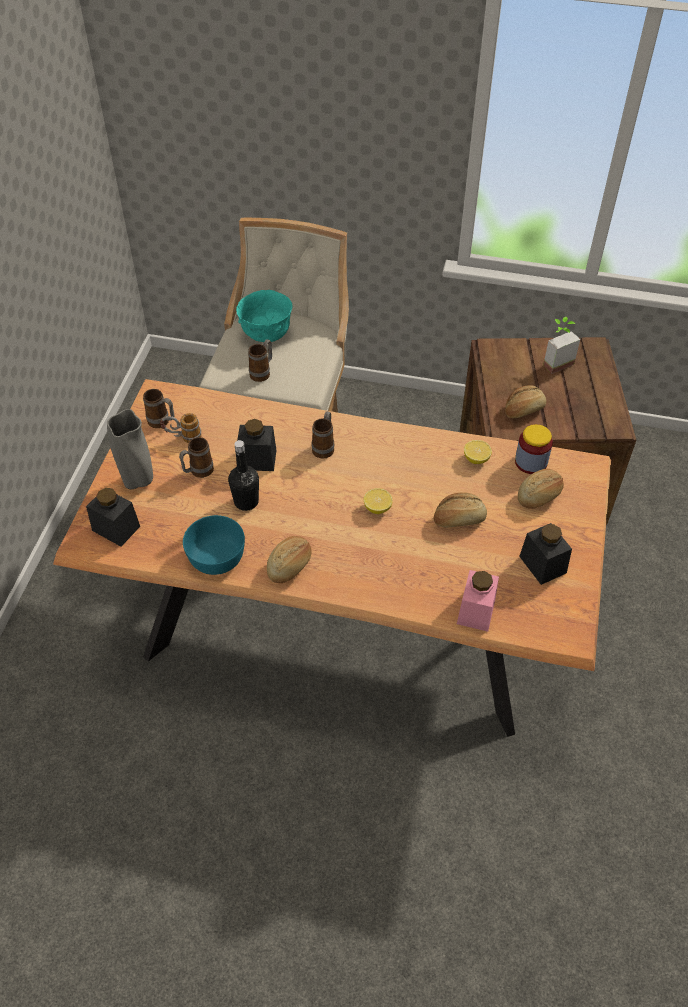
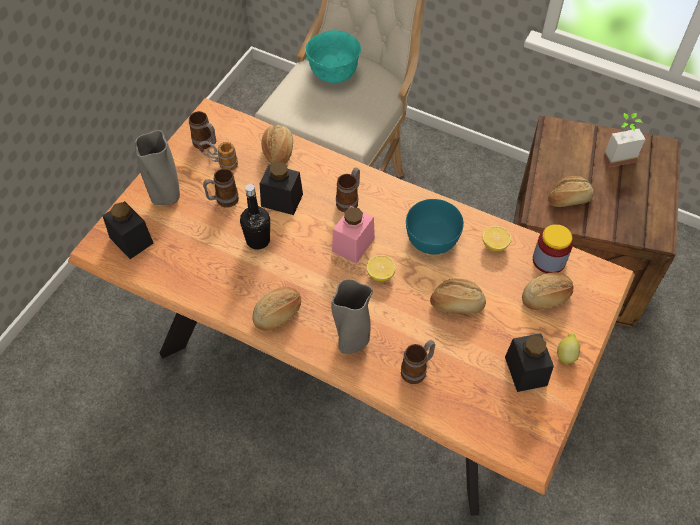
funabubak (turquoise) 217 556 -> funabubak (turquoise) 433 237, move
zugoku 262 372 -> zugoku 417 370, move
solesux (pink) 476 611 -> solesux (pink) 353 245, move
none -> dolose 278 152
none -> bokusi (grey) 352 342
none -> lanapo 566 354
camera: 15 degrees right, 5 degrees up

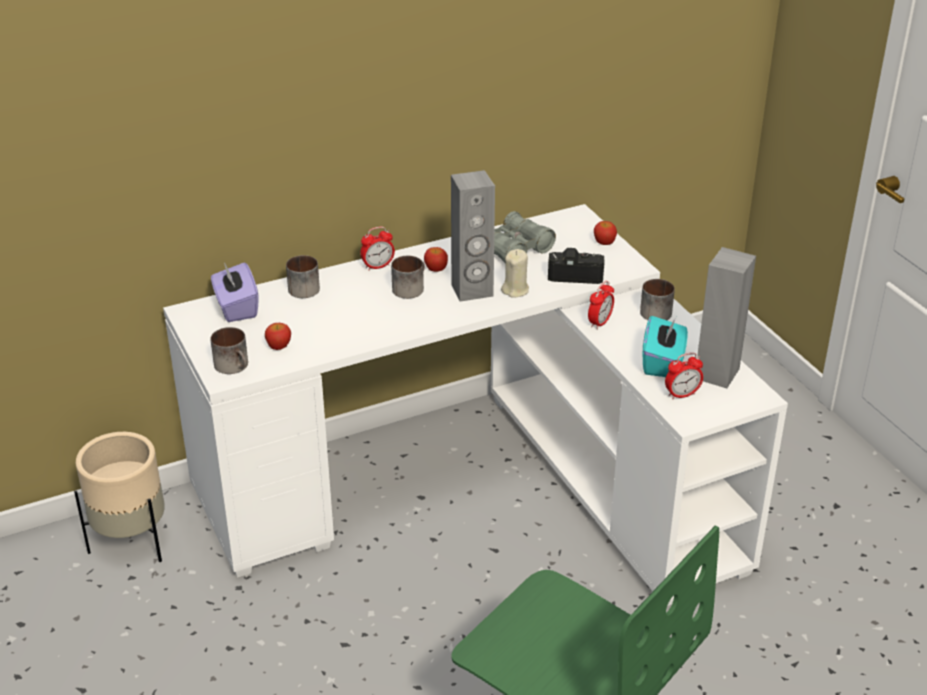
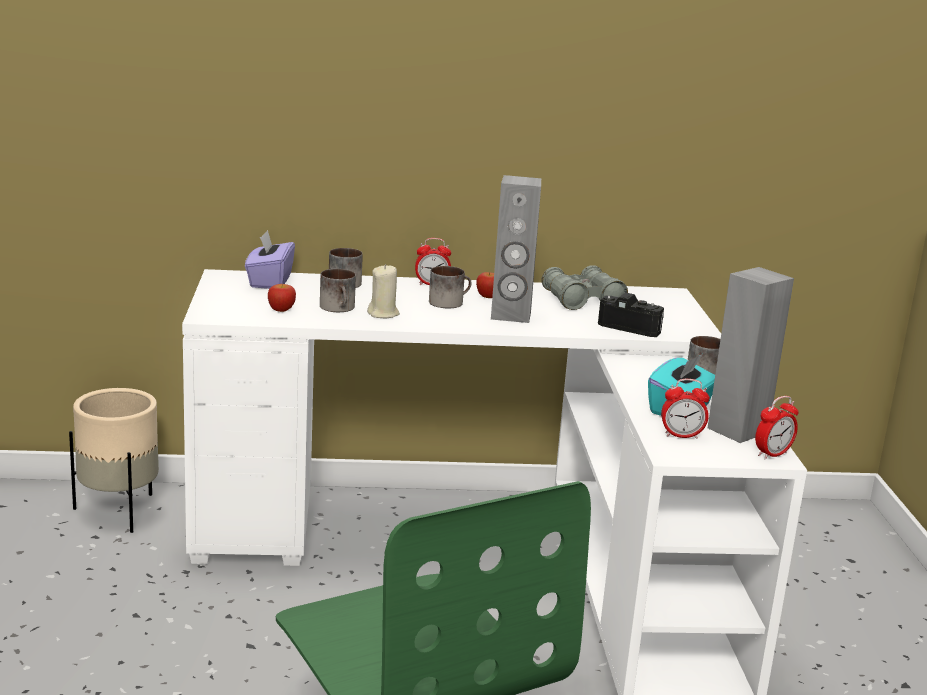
zugoku 235 366 -> zugoku 340 308, move
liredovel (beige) 515 290 -> liredovel (beige) 383 314, move
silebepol 600 323 -> silebepol 772 454, move
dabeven 604 242 -> none
camera: 20 degrees right, 15 degrees down

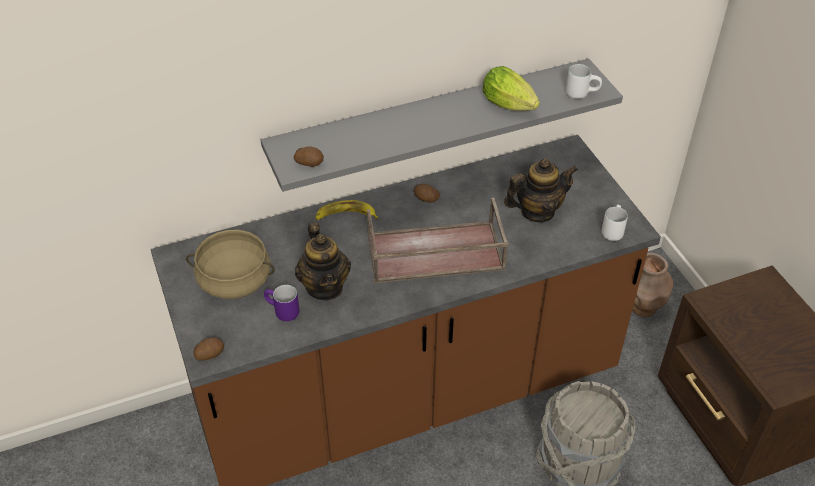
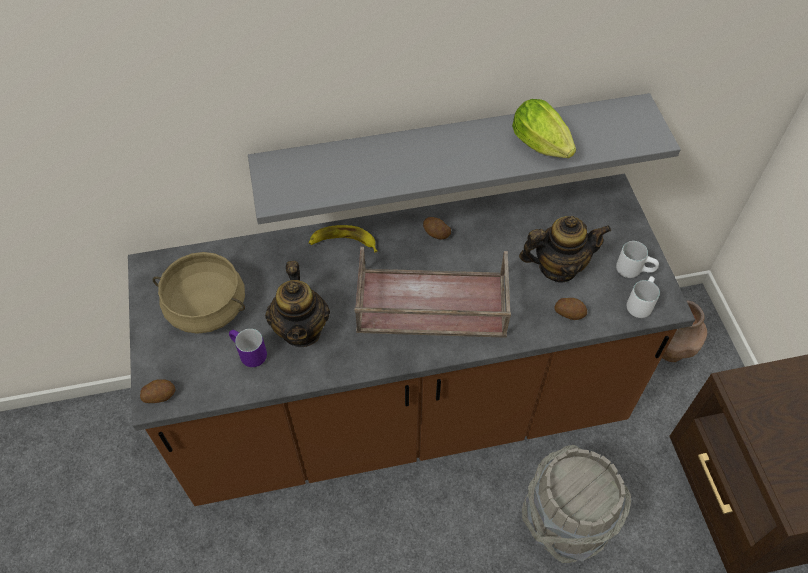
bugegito 309 162 -> bugegito 569 313, move
zugoku (white) 581 93 -> zugoku (white) 634 269, move
camera: 10 degrees right, 10 degrees up

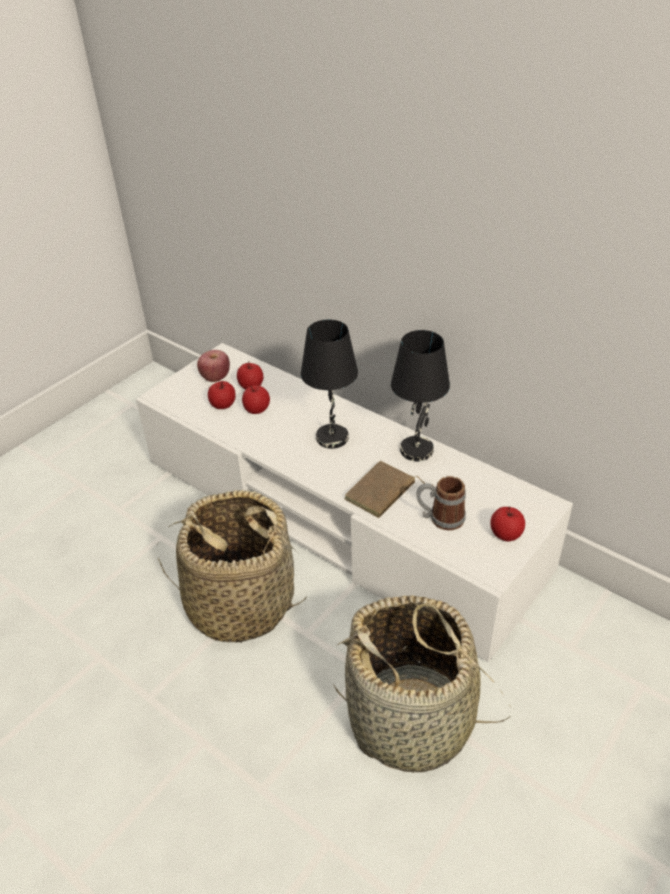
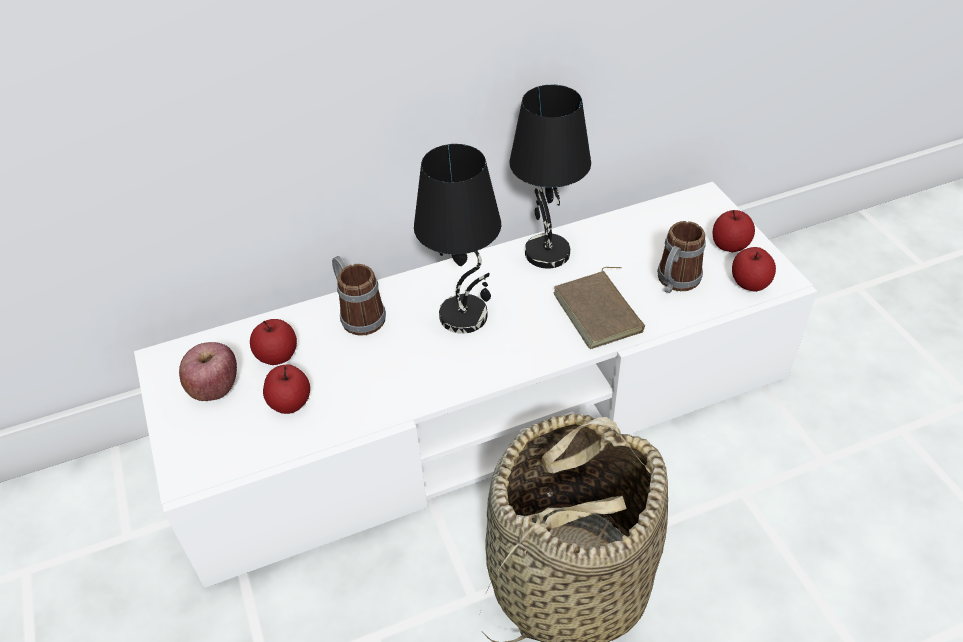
dabeven 257 409 -> dabeven 750 283, move
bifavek 412 720 -> none
none -> zugoku 358 314
camera: 60 degrees left, 5 degrees up

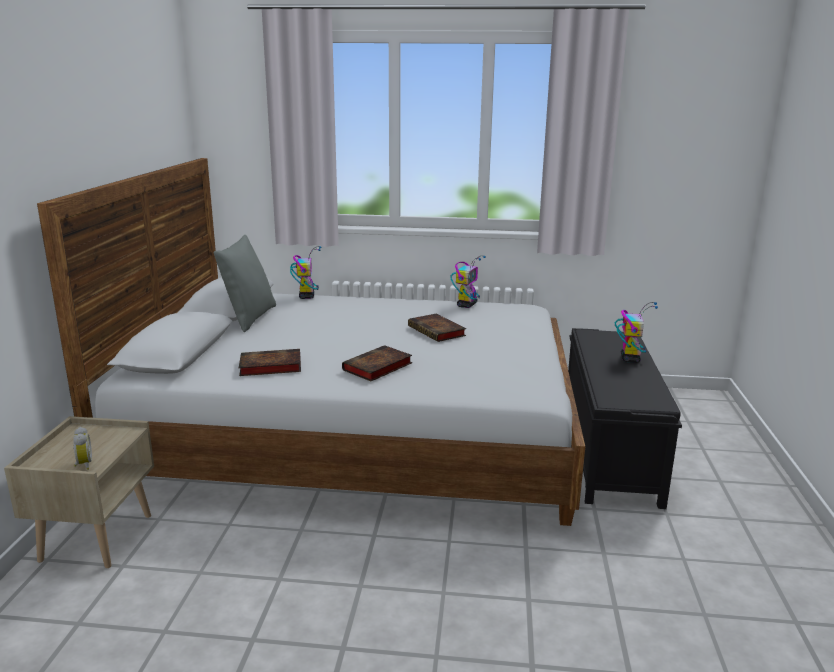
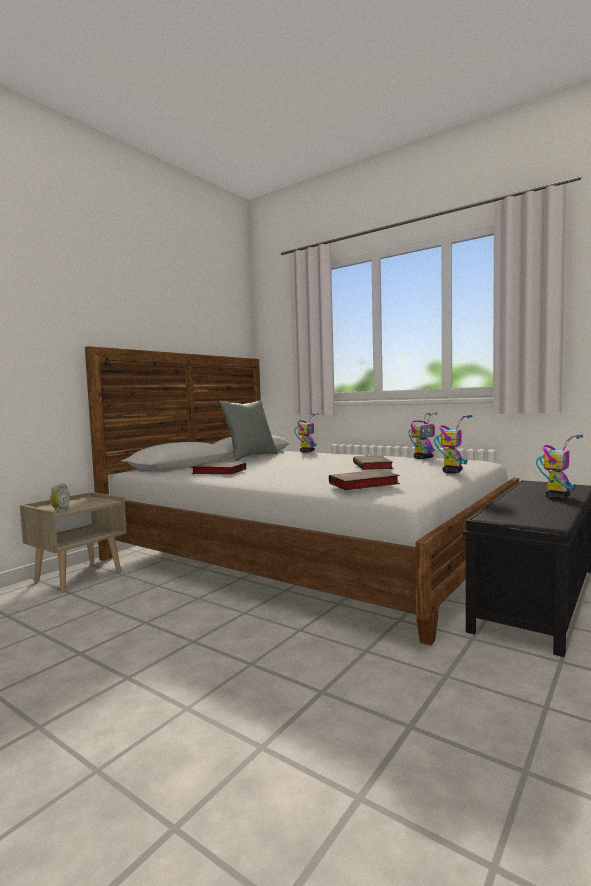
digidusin 377 368 -> digidusin 362 484, move
none -> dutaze 452 472
camera: 30 degrees right, 15 degrees down

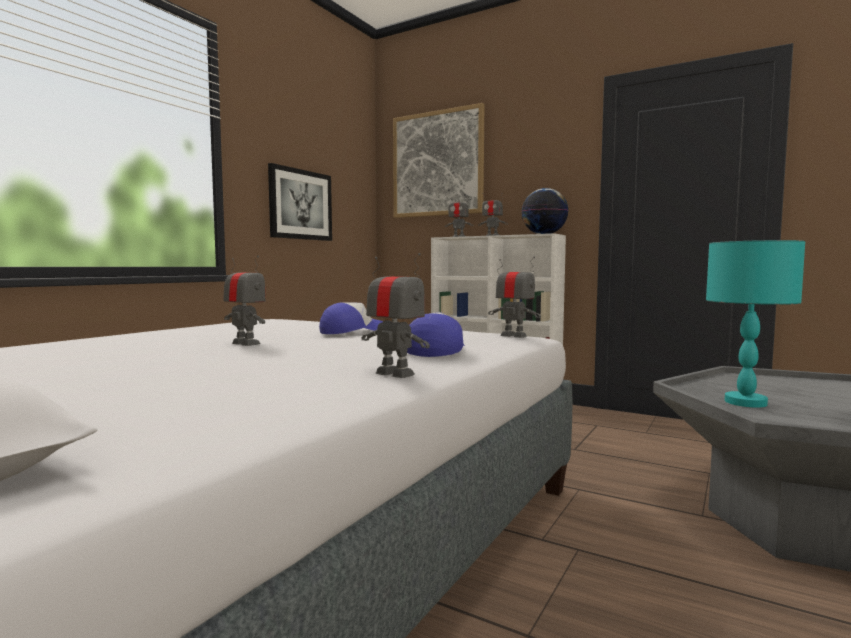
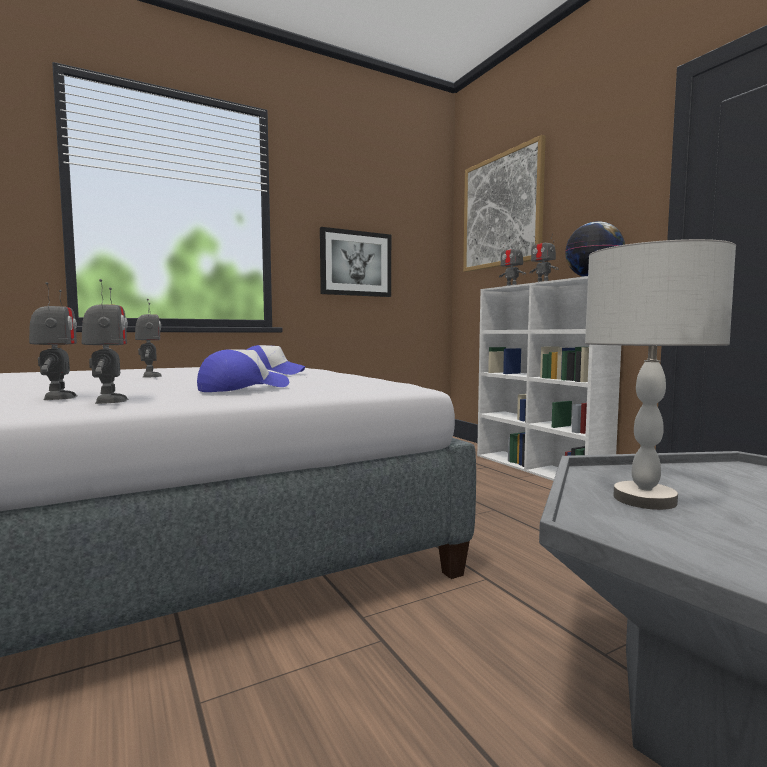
dutaze 514 336 -> dutaze 58 397, move
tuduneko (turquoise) 745 402 -> tuduneko (grey) 644 499
camera: 30 degrees right, 0 degrees up

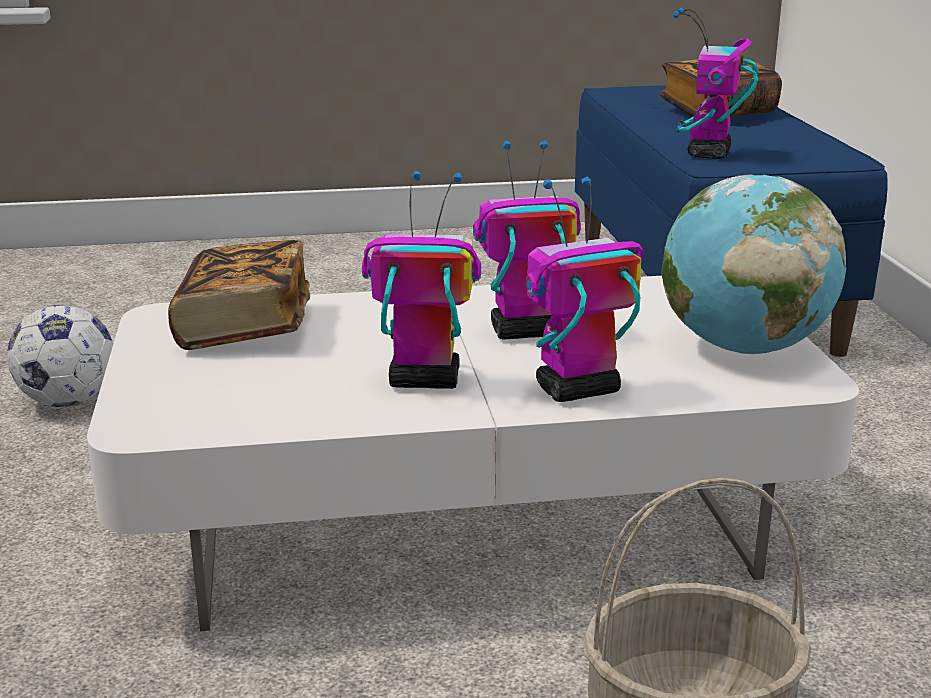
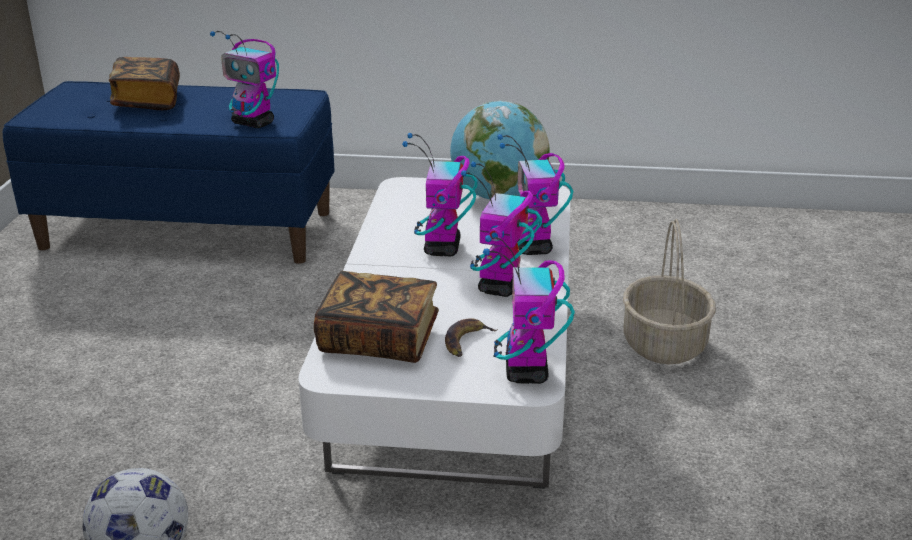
none -> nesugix 466 342
none -> dutaze 526 372
camera: 75 degrees left, 5 degrees up

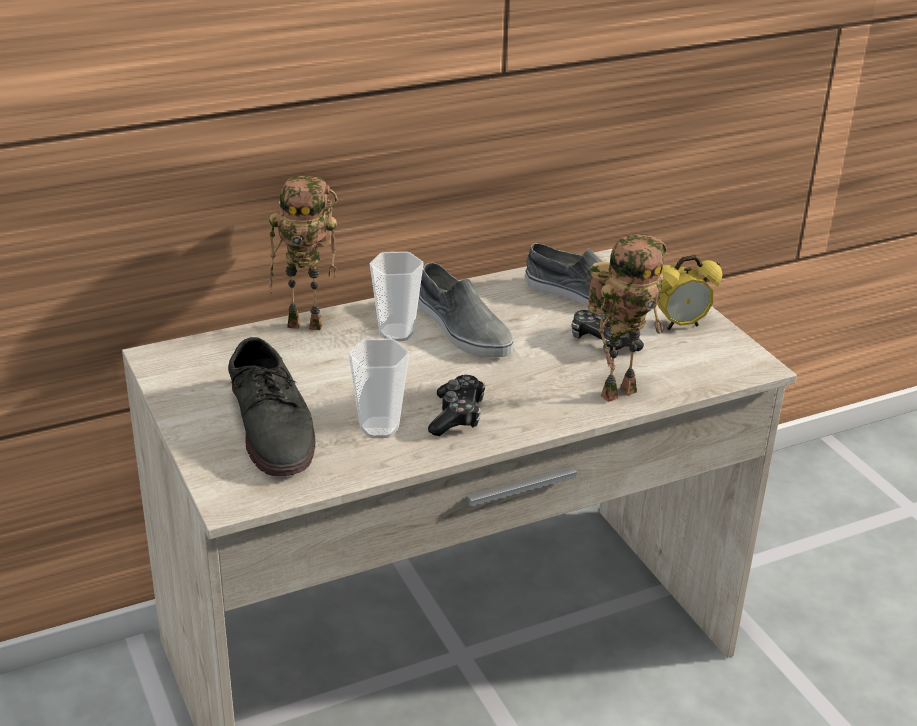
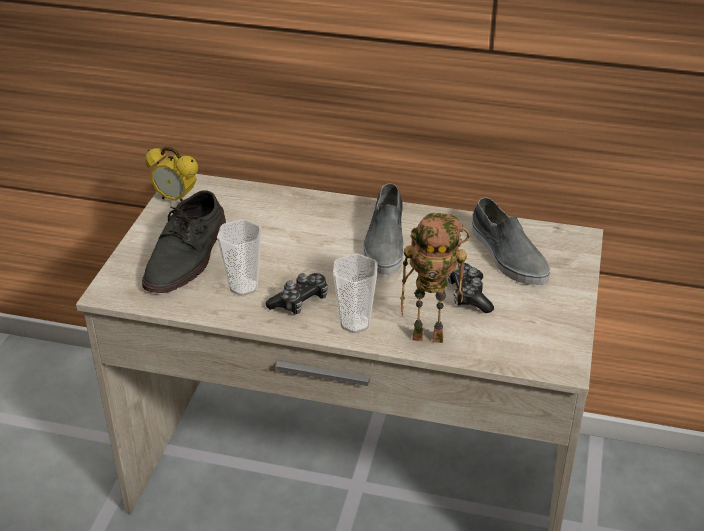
dutaze 308 324 -> none
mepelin 396 333 -> mepelin 355 323, move
silebepol 680 325 -> silebepol 175 199, move
camera: 40 degrees right, 5 degrees up

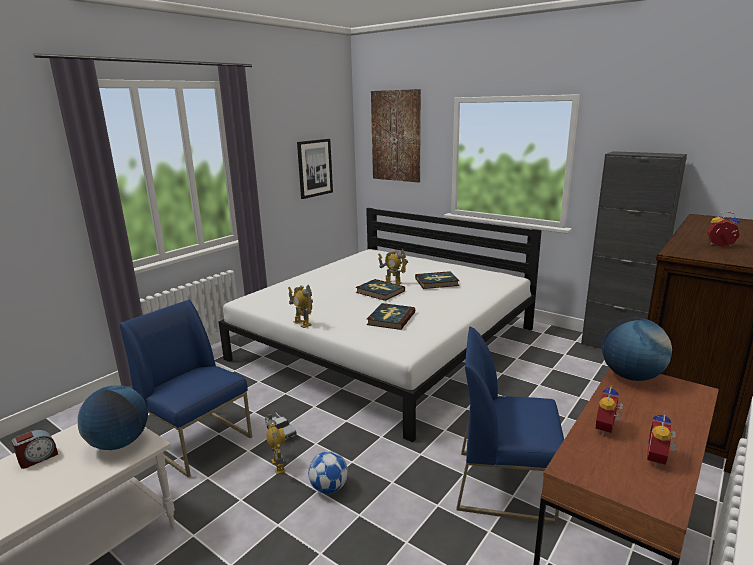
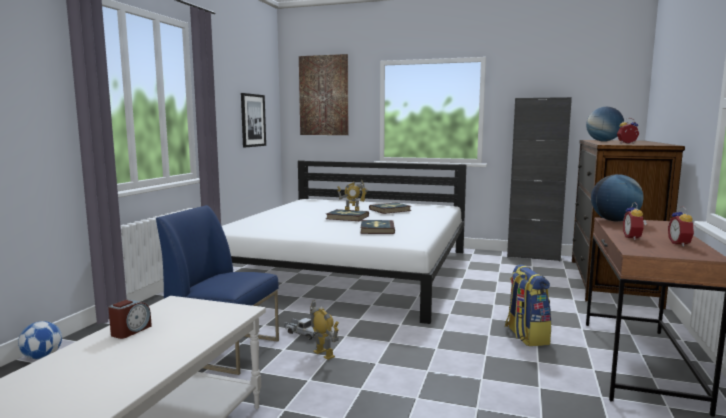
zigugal 119 443 -> zigugal 603 141, move
dutaze 302 323 -> none
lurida 329 487 -> lurida 42 357, move
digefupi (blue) 505 485 -> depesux 525 336
camera: 20 degrees left, 10 degrees down

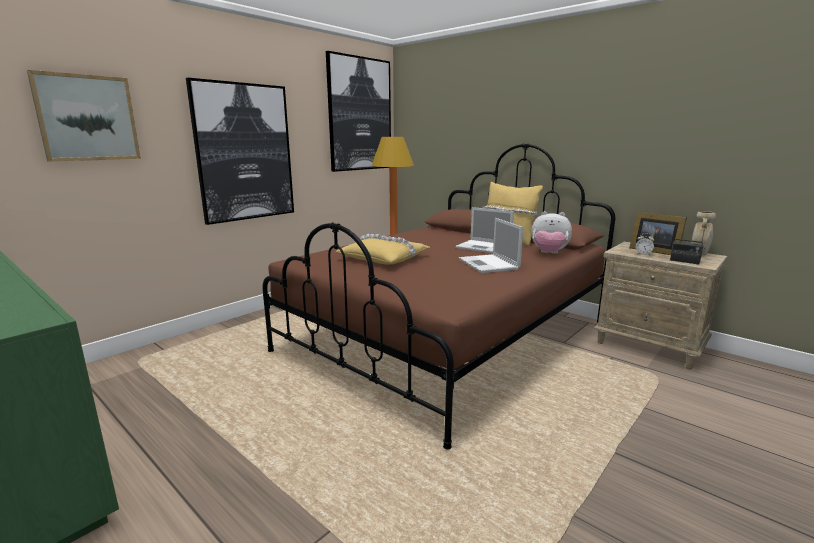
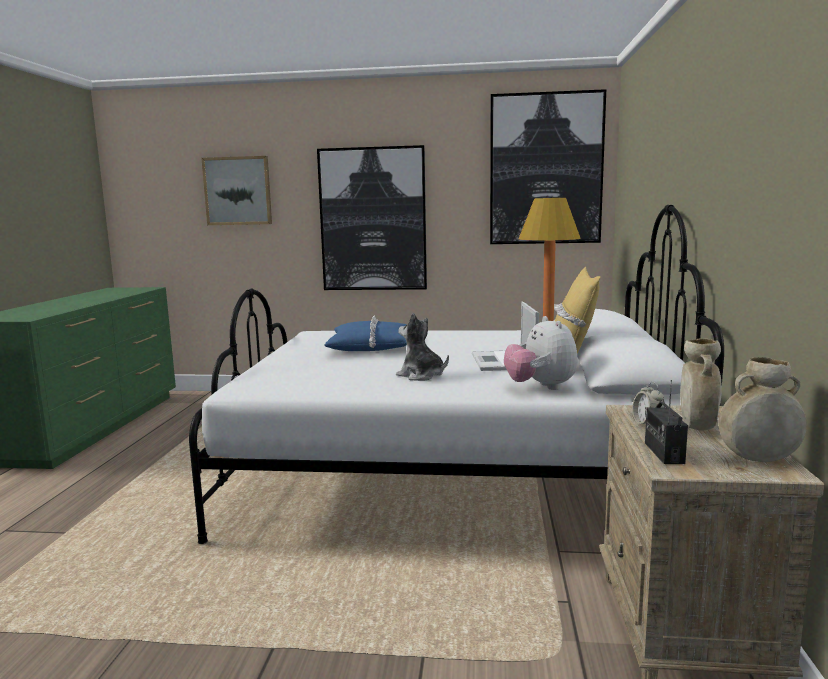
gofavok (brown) 448 336 -> gofavok (white) 451 477
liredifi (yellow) 384 258 -> liredifi (blue) 372 346
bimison 489 264 -> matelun 421 376
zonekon 653 251 -> bokusi (beige) 697 428
camera: 55 degrees right, 5 degrees down

